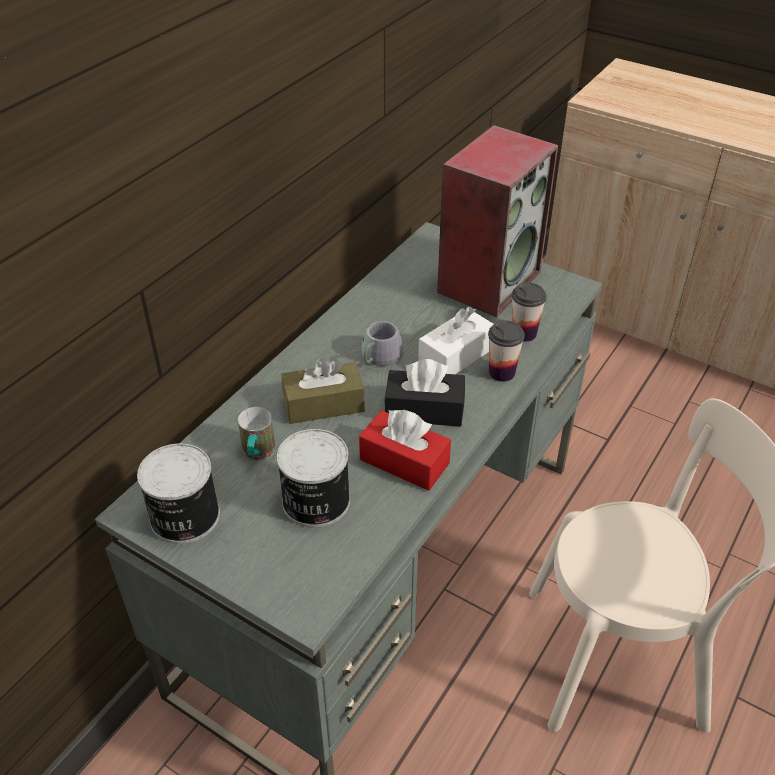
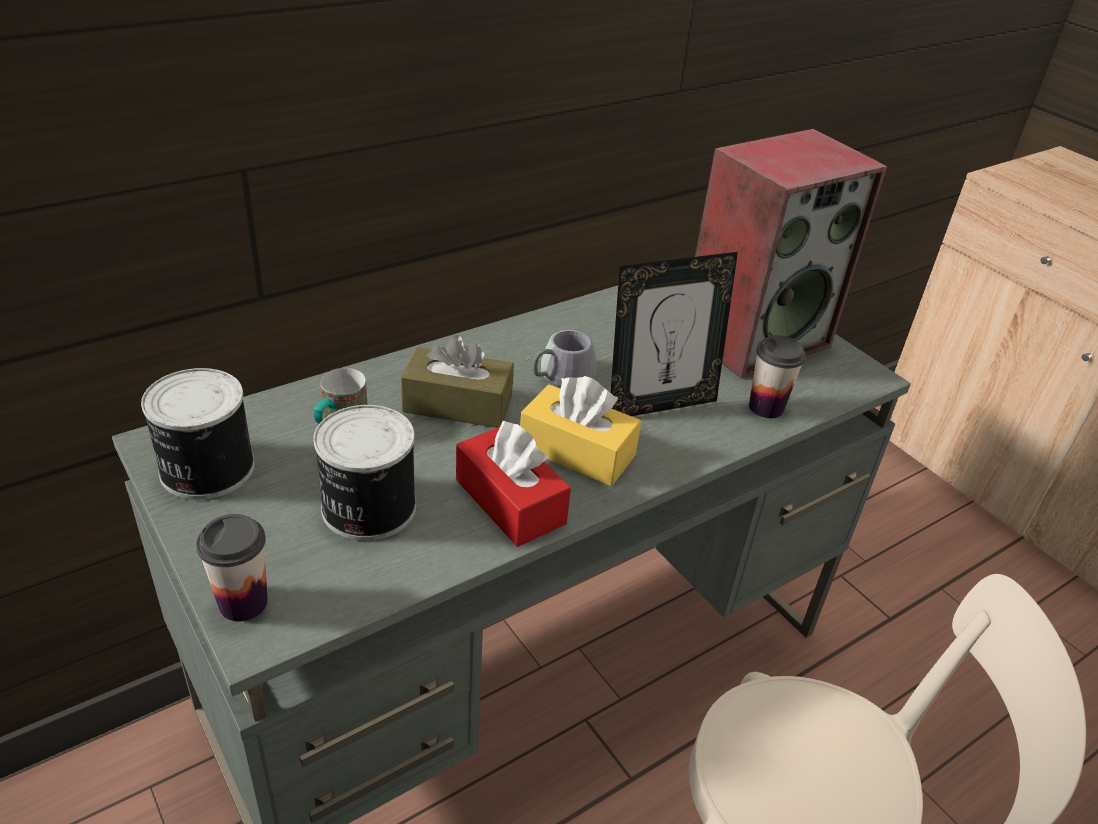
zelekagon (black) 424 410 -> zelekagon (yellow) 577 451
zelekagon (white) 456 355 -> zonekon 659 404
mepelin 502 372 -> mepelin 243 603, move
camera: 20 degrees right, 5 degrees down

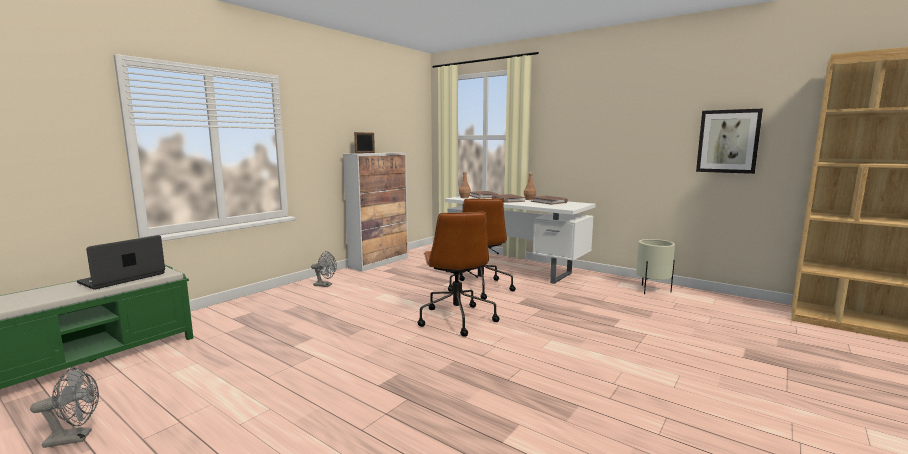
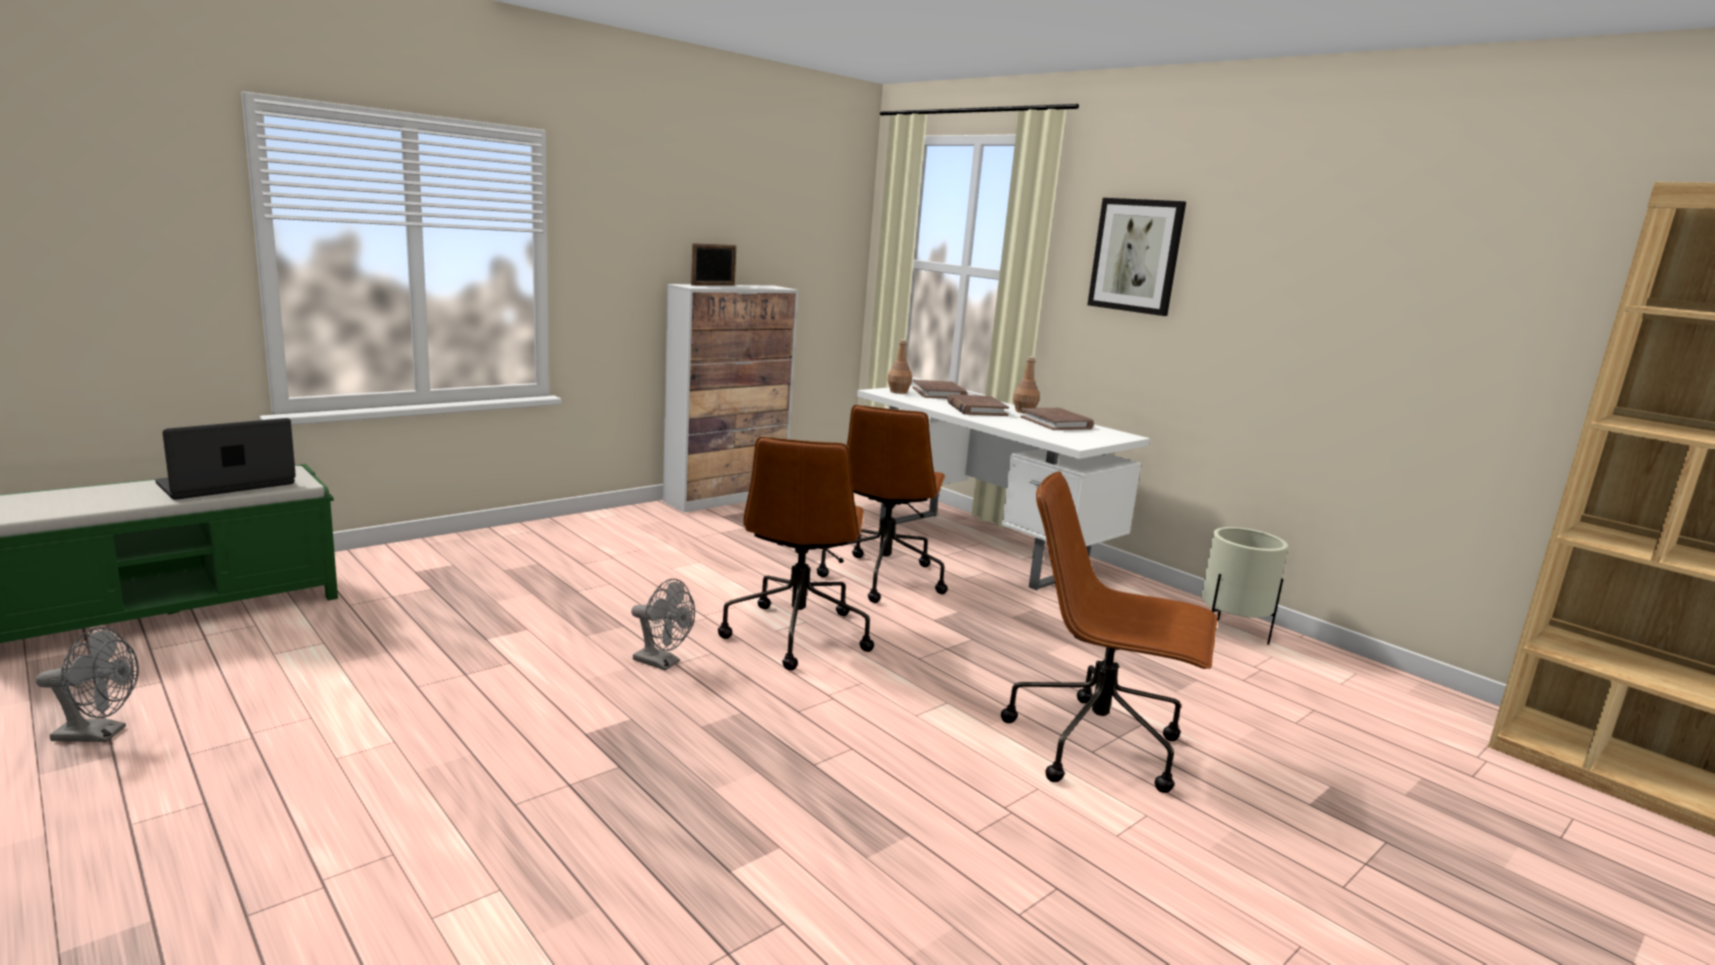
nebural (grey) 325 285 -> nebural (grey) 662 663, move
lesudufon 728 141 -> lesudufon 1136 256, move
none -> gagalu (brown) 1097 745
camera: 10 degrees right, 5 degrees up

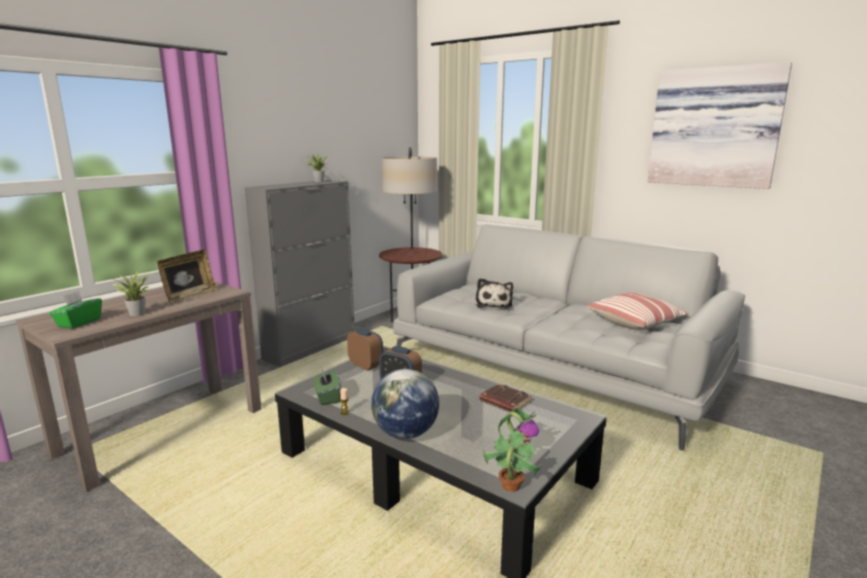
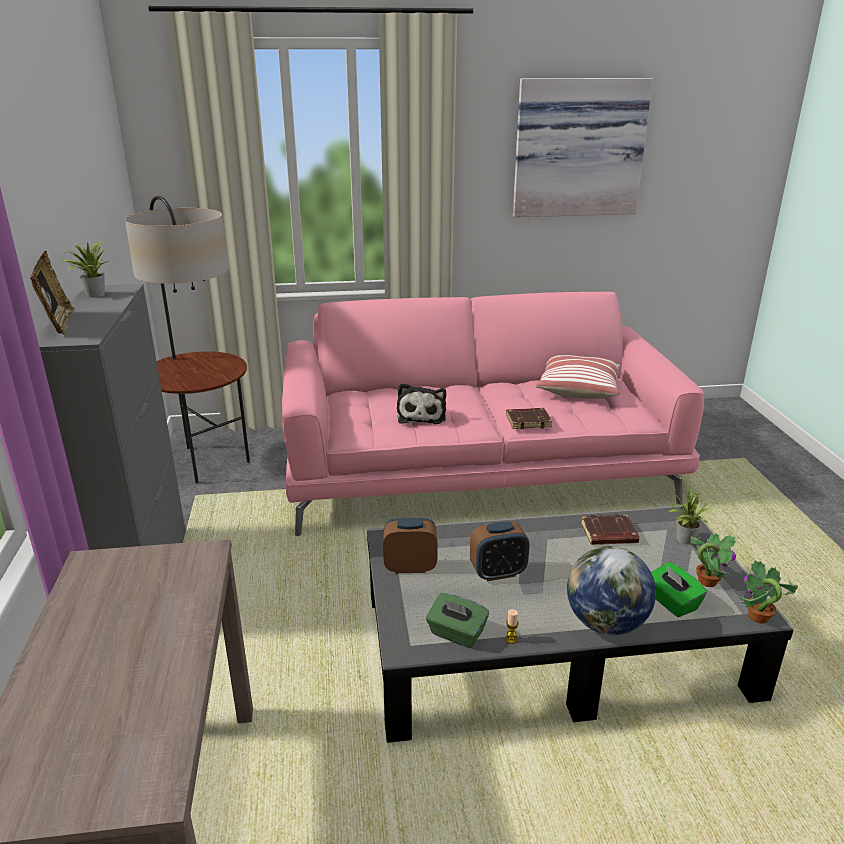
zelekagon (green) 79 323 -> zelekagon (green) 671 602, move
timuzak 136 313 -> timuzak 683 539, move
zonekon 189 296 -> zonekon 59 324, move
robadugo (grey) 554 370 -> robadugo (pink) 478 468
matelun 493 304 -> matelun 422 415, 45 degrees clockwise
none -> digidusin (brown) 528 421
camera: 45 degrees left, 10 degrees up

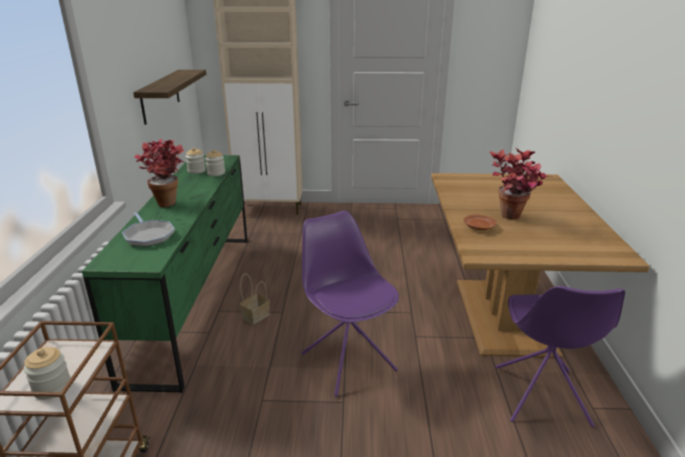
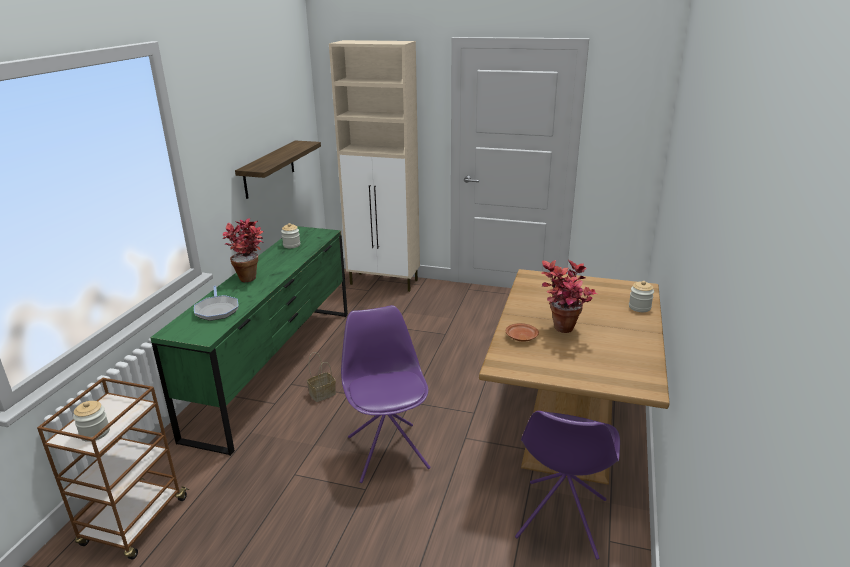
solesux 216 173 -> solesux 639 307, move
camera: 15 degrees right, 0 degrees up

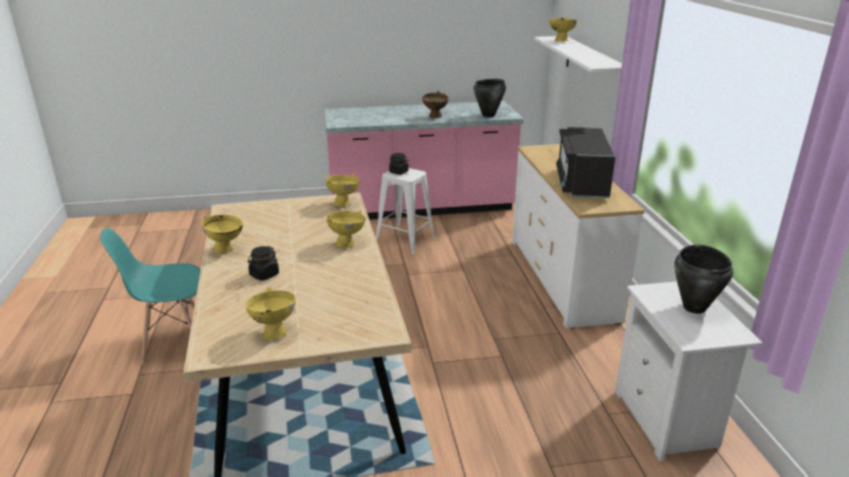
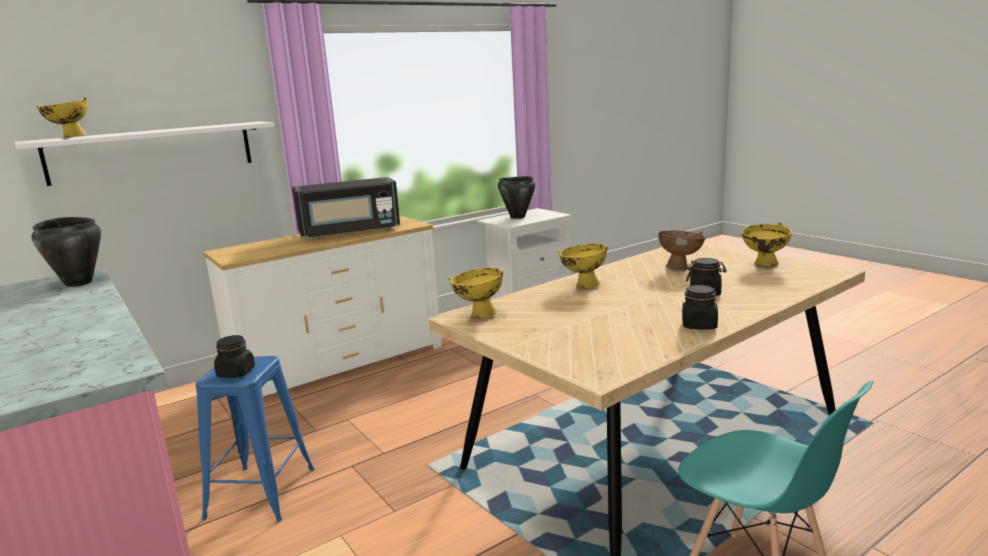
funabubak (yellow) 227 250 -> solesux (black) 699 325
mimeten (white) 404 240 -> mimeten (blue) 260 493
funabubak (brown) 435 117 -> funabubak (brown) 681 267, move
camera: 115 degrees left, 10 degrees down

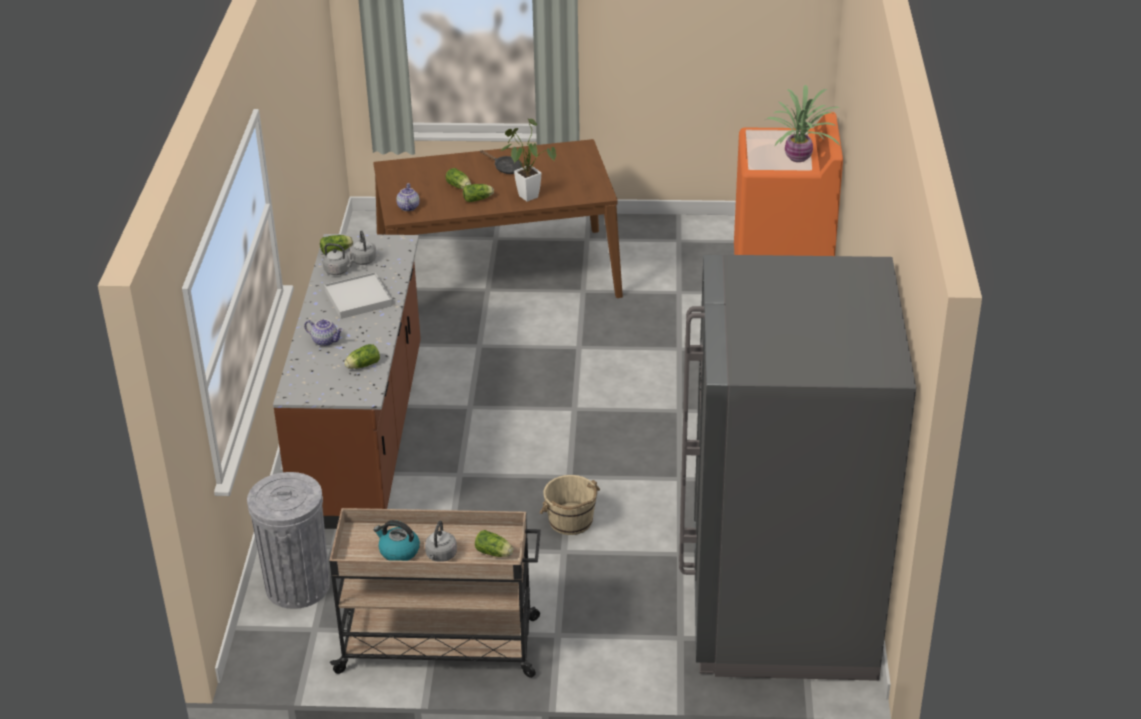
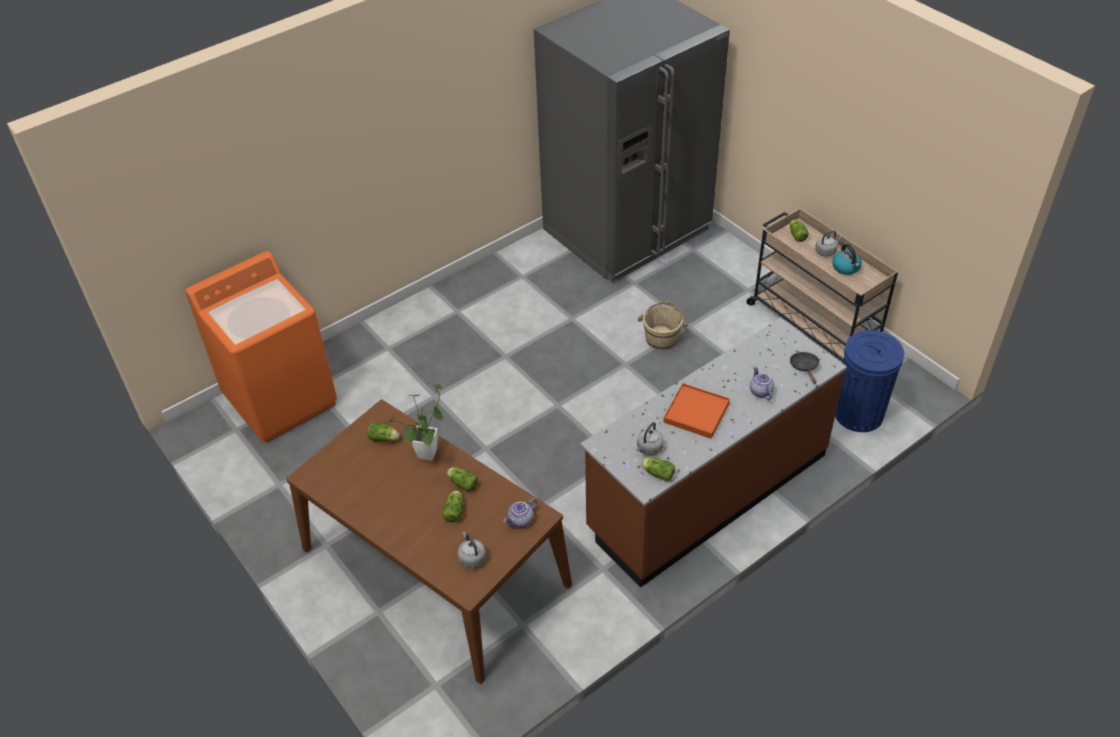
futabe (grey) 297 586 -> futabe (blue) 858 413
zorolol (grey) 338 271 -> zorolol (grey) 471 557, move
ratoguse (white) 358 298 -> ratoguse (orange) 696 413
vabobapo 362 365 -> vabobapo 384 439, move
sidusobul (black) 505 168 -> sidusobul (black) 805 367, move
timuzak 798 158 -> none
camera: 130 degrees left, 10 degrees up

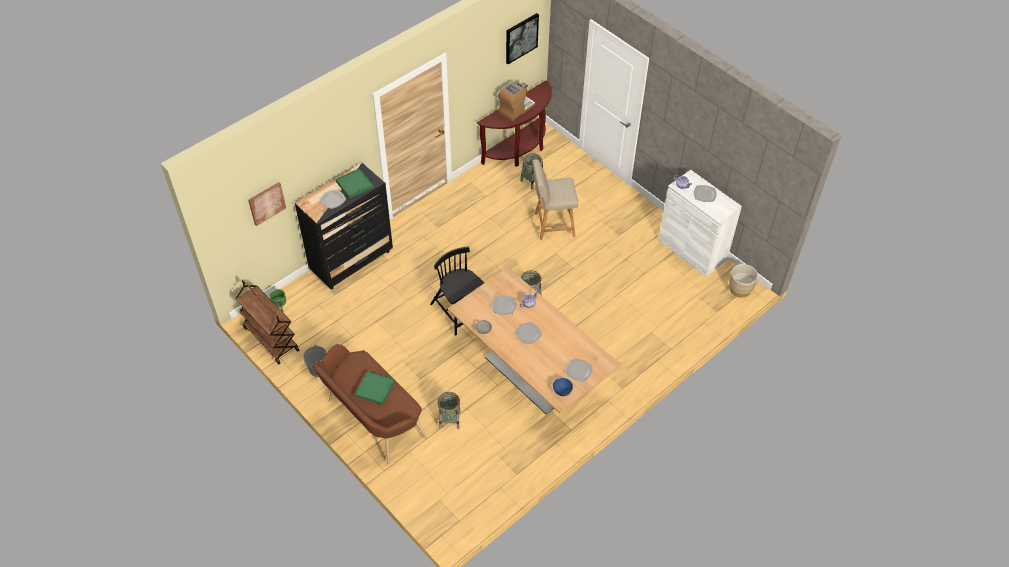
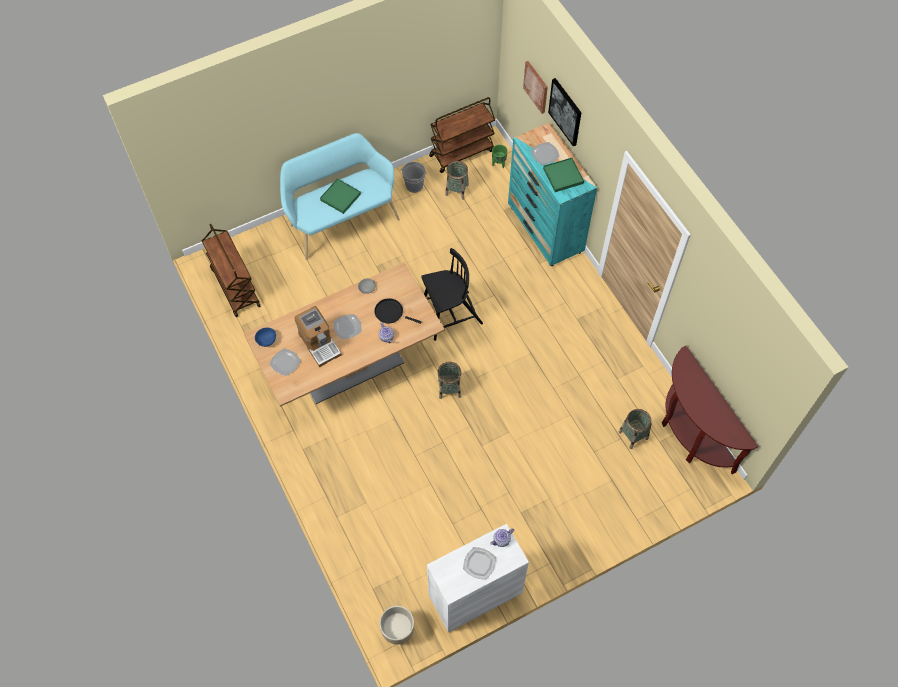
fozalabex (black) 352 261 -> fozalabex (turquoise) 545 230
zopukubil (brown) 372 421 -> zopukubil (turquoise) 341 220
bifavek 450 420 -> bifavek 457 190, move
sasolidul 503 306 -> sidusobul (black) 391 313
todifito 516 109 -> todifito 319 343, move
lesudufon 521 38 -> lesudufon 565 111, move
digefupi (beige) 552 225 -> none
none -> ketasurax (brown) 235 287
camera: 105 degrees right, 10 degrees up

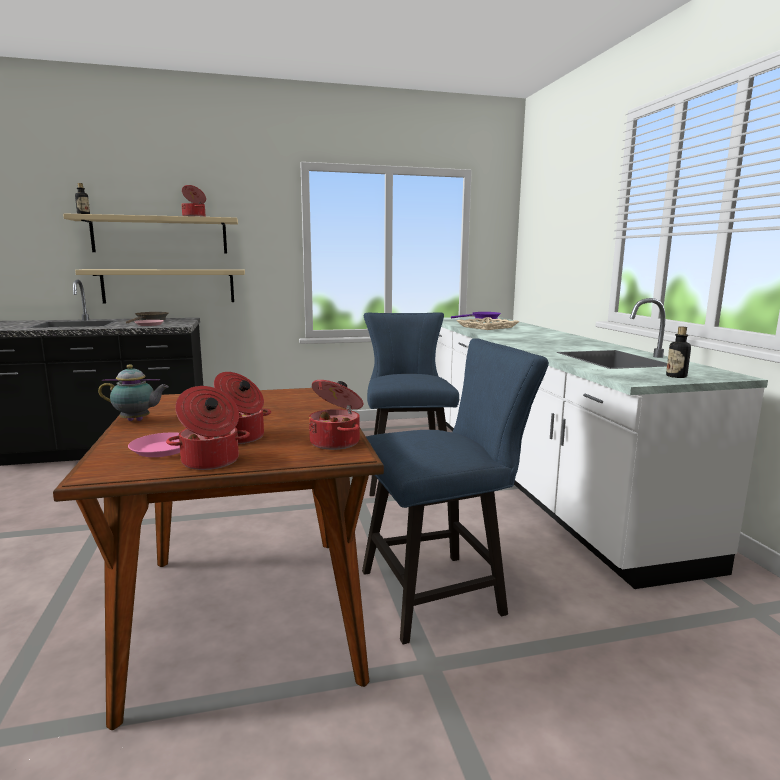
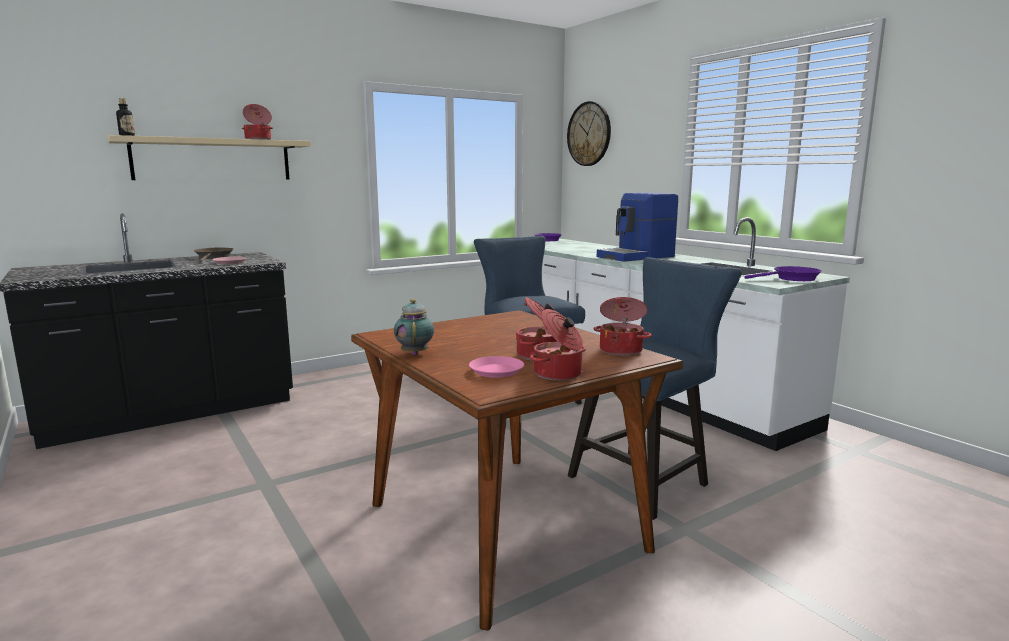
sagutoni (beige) 169 286 -> none
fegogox 137 421 -> fegogox 415 353, 75 degrees counterclockwise
ratoguse (beige) 487 327 -> none
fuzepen 676 376 -> sidusobul (purple) 792 279
none -> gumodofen 589 134
none -> todifito 637 257
camera: 20 degrees left, 0 degrees up

